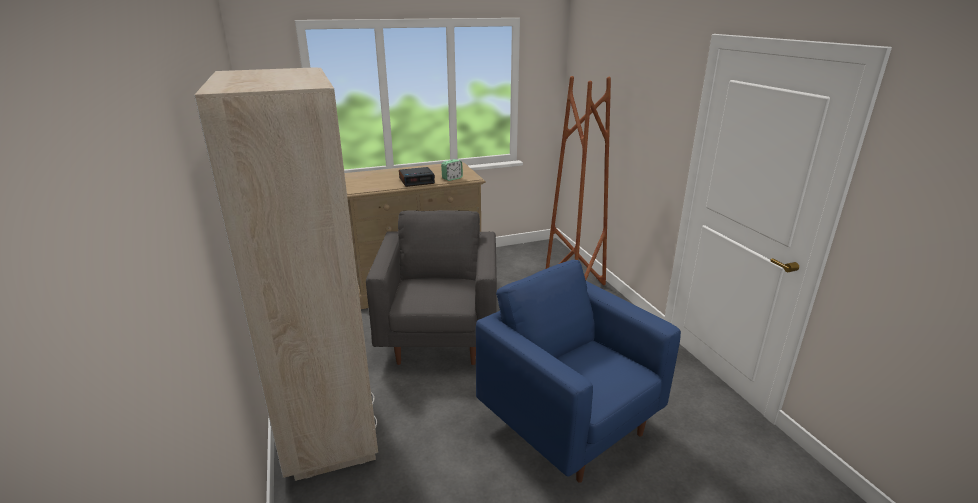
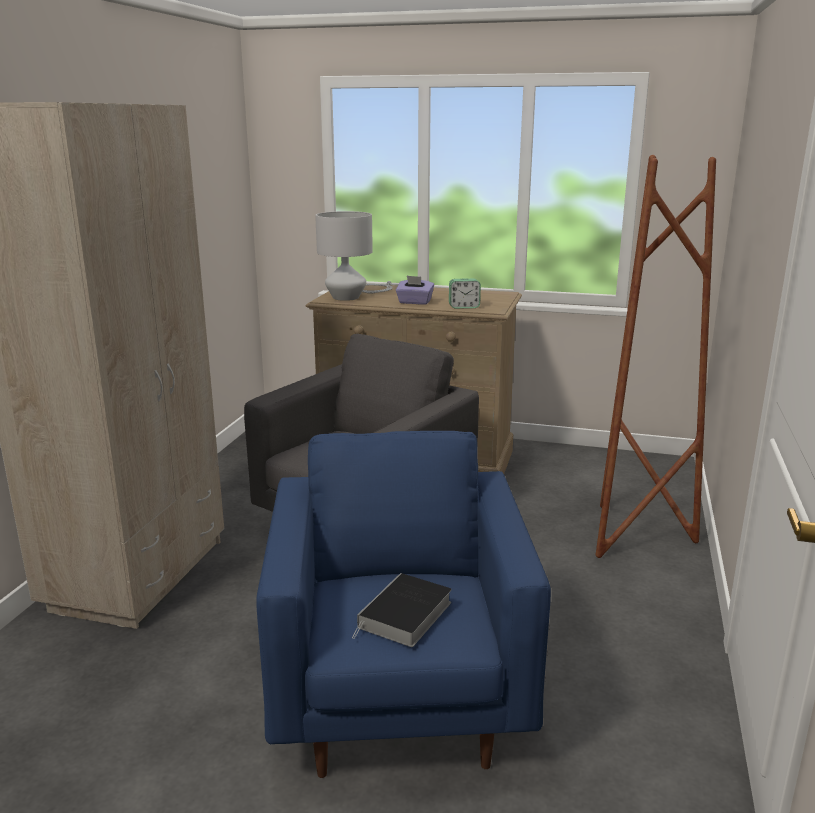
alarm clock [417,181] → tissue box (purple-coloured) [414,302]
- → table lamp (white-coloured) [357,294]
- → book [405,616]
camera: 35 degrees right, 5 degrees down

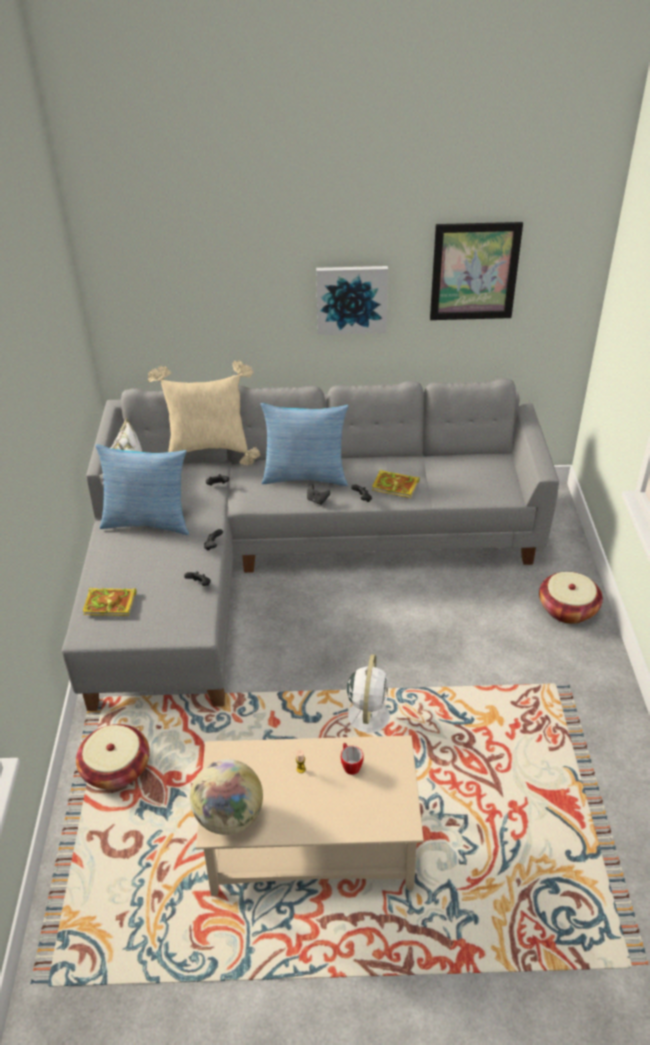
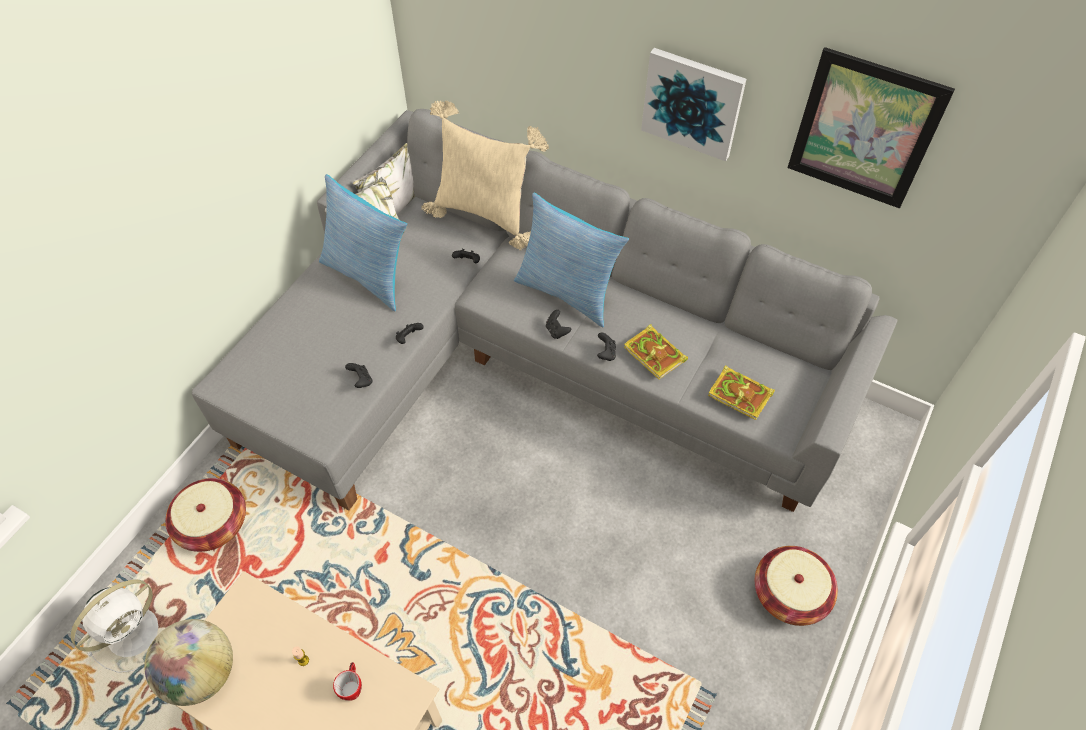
book [111,603] → book [741,395], move
electric fan (white-coloured) [369,714] → electric fan (white-coloured) [135,630], move
camera: 30 degrees right, 15 degrees up

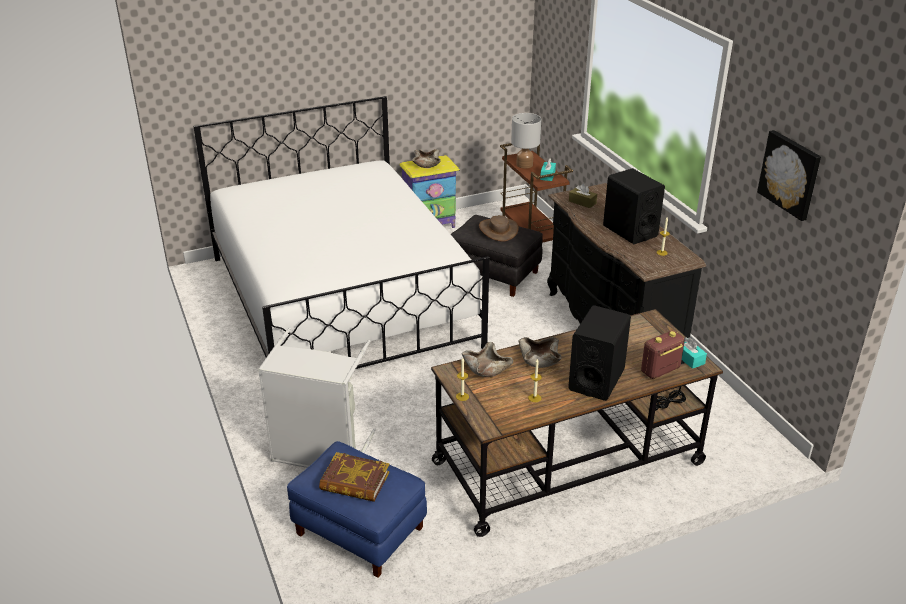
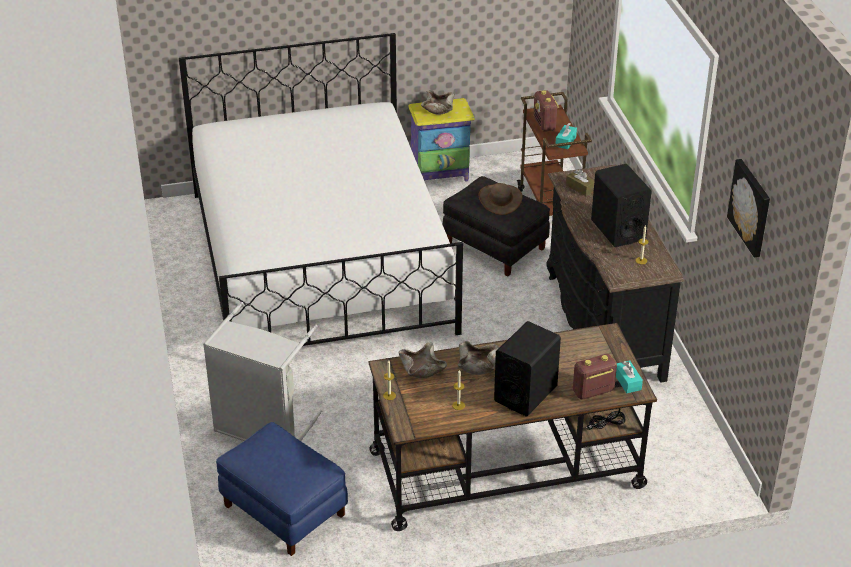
table lamp (greyish) [524,165] → radio [544,124]
book [354,482] → -
camera: 10 degrees right, 5 degrees up

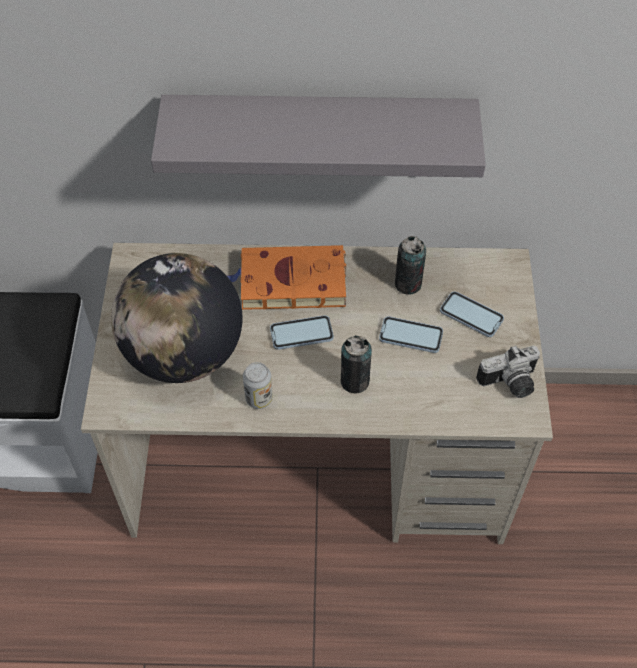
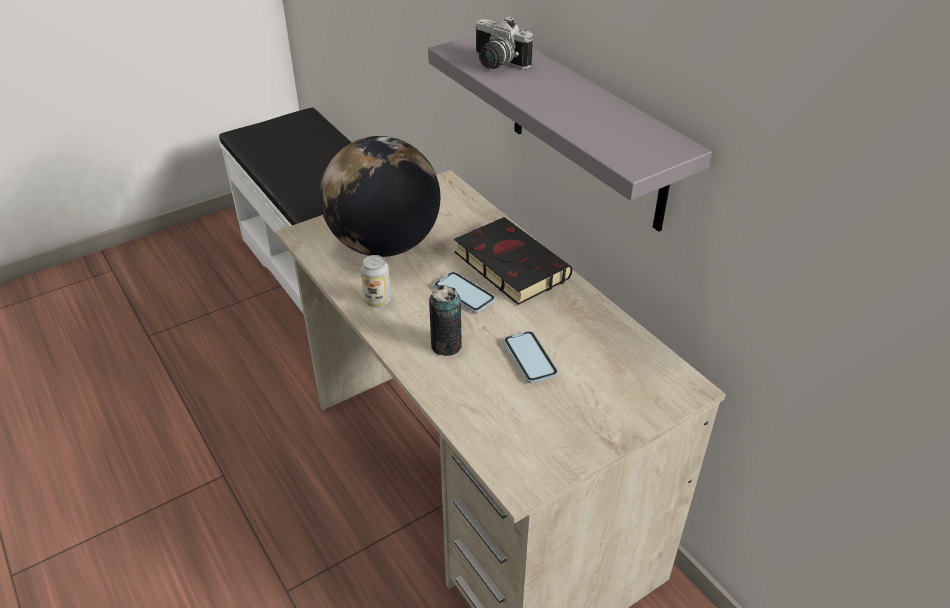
sealed can [408,284] → -
book (orange) [289,282] → book (blackish) [508,264]
handset [471,315] → -
still camera [510,384] → still camera [495,63], move
camera: 55 degrees right, 15 degrees down

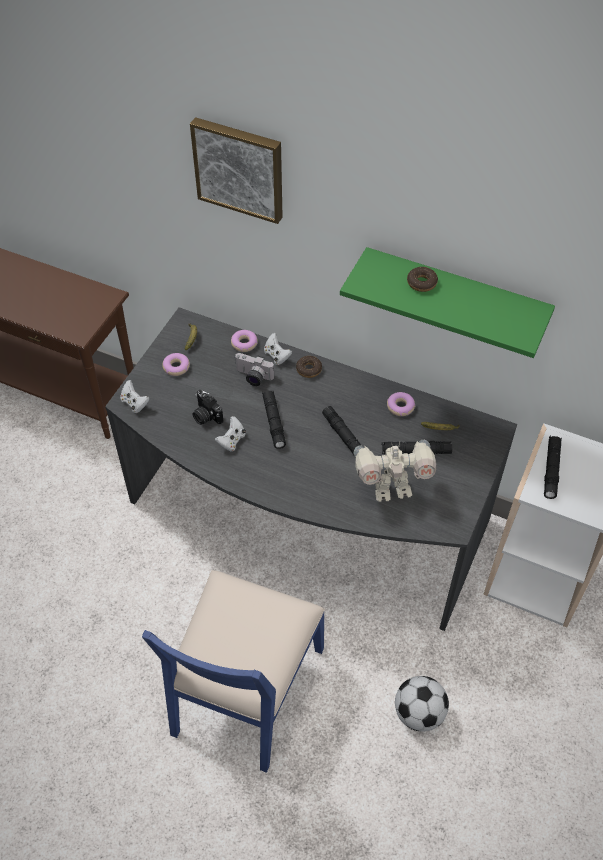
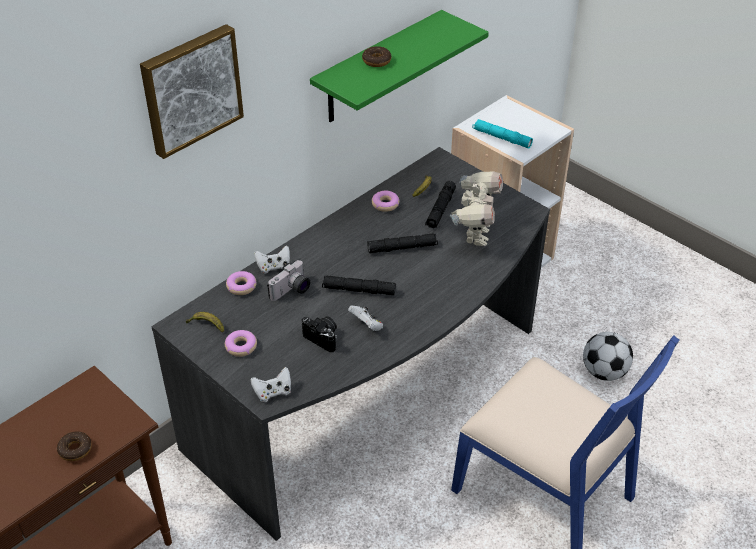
donut [309,369] → donut [75,449], move
still camera [206,416] → still camera [323,338], 120 degrees counterclockwise
hand torch (blackish) [551,469] → hand torch (turquoise) [501,138]
camera: 70 degrees left, 10 degrees down

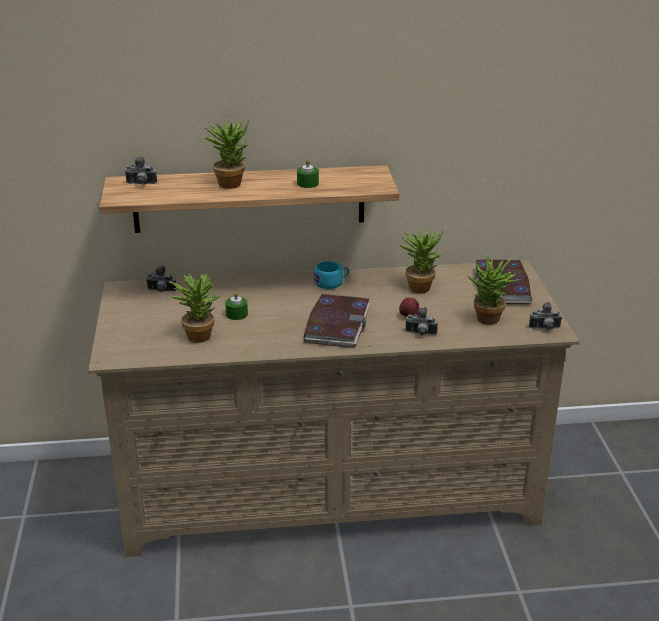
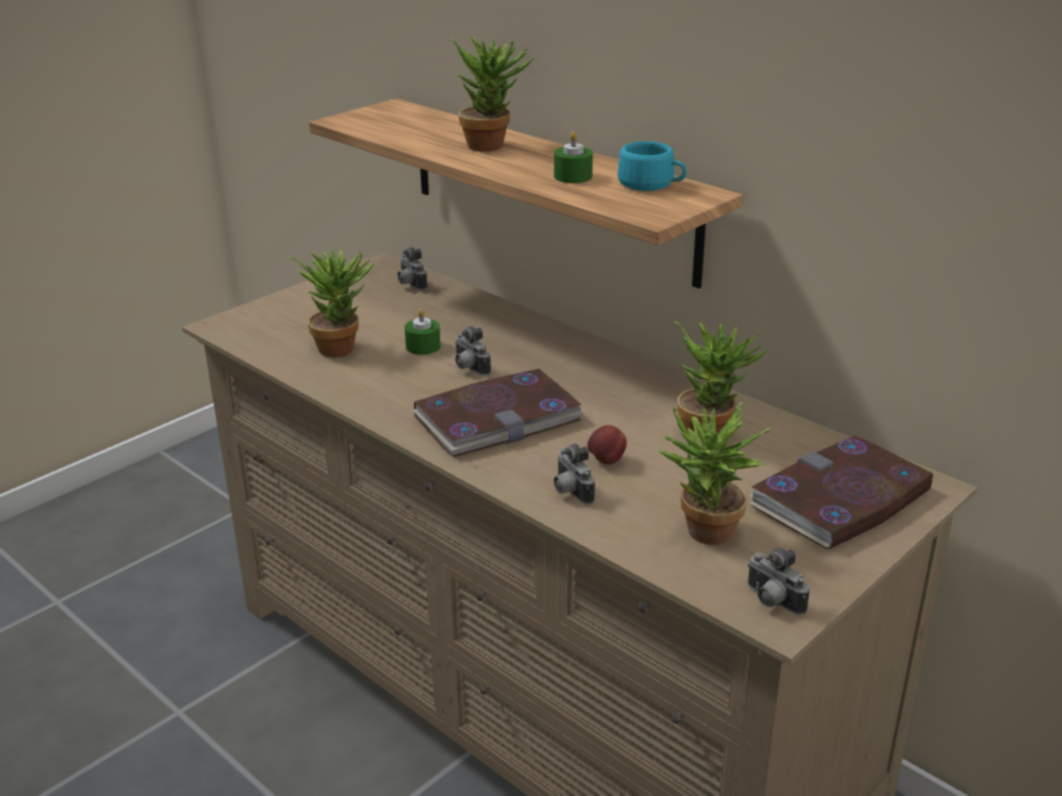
still camera [141,184] → still camera [469,368], move
small cup (turquoise) [331,283] → small cup (turquoise) [652,185], move
camera: 50 degrees right, 0 degrees up

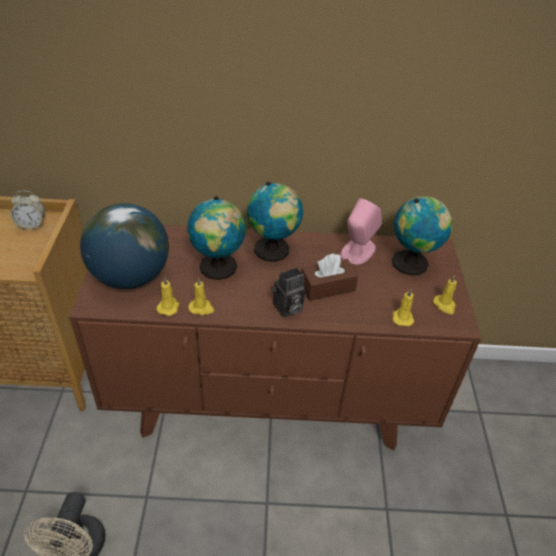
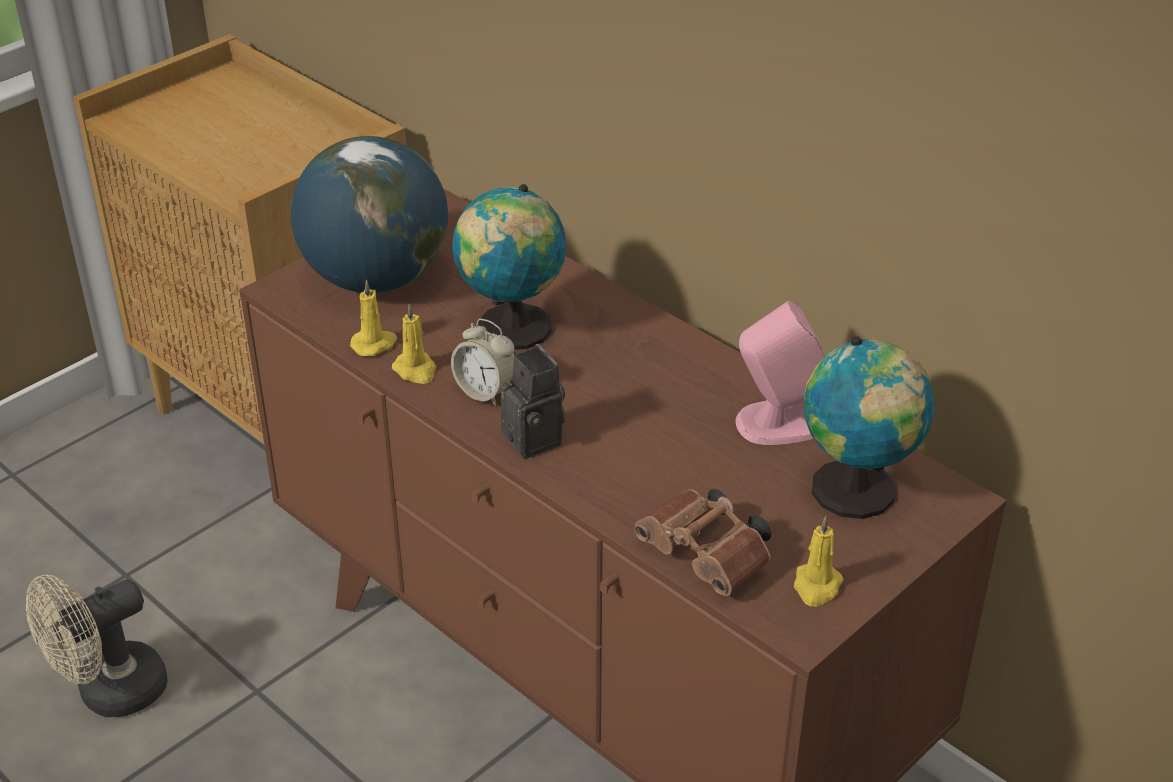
world globe [273,251] → -
alarm clock [32,225] → alarm clock [486,392], move
tissue box (brown-coloured) [327,287] → -
still camera [287,309] → still camera [537,440], 135 degrees counterclockwise
candle (yellow) [402,317] → field glasses (brown-coloured) [708,558]
camera: 45 degrees right, 5 degrees down

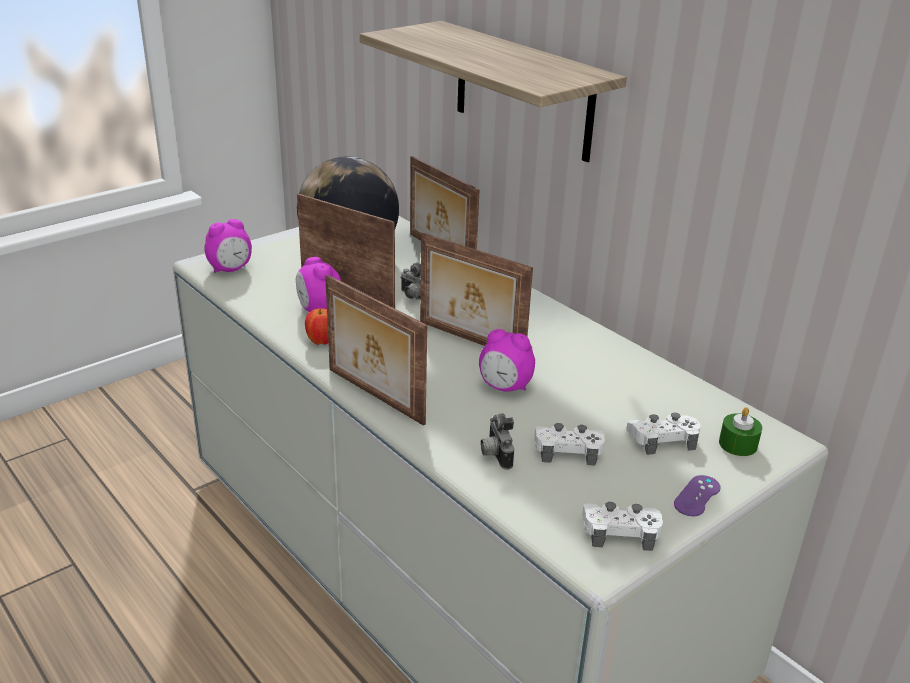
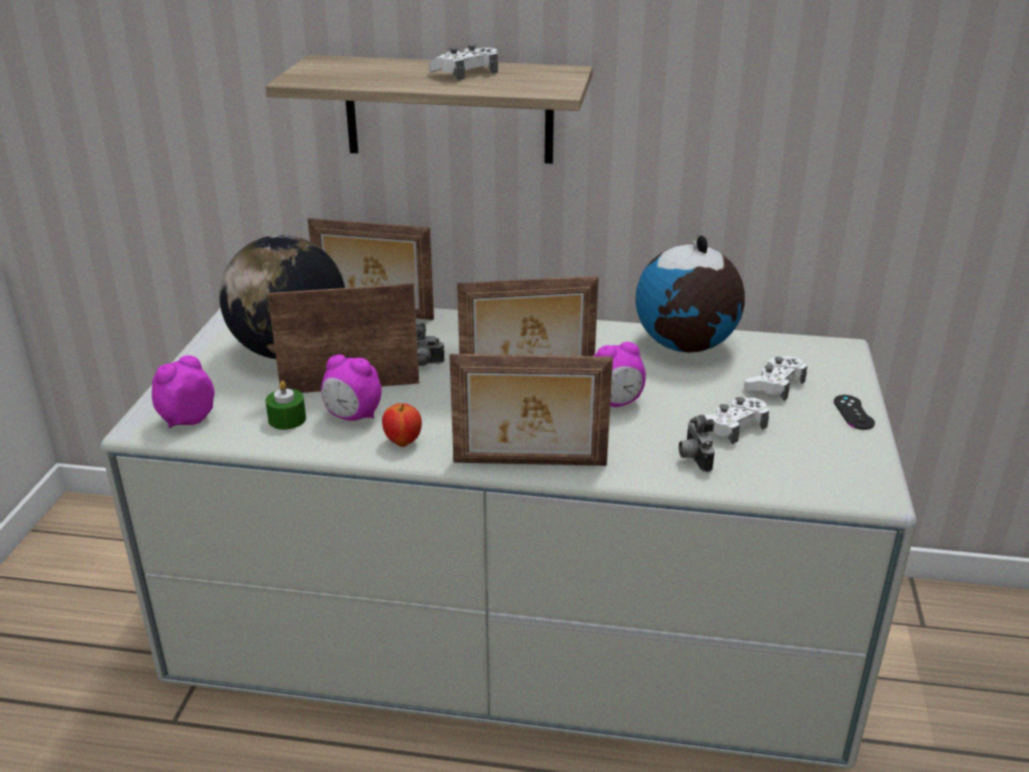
alarm clock [230,269] → alarm clock [187,419], 150 degrees counterclockwise
candle (green) [738,444] → candle (green) [287,419], move
still camera [495,455] → still camera [693,458], 45 degrees clockwise
gamepad (purple-coloured) [697,496] → gamepad (blackish) [853,412]
gamepad (white-coloured) [620,531] → gamepad (white-coloured) [465,72], move
- → world globe [685,346]
camera: 40 degrees left, 0 degrees up

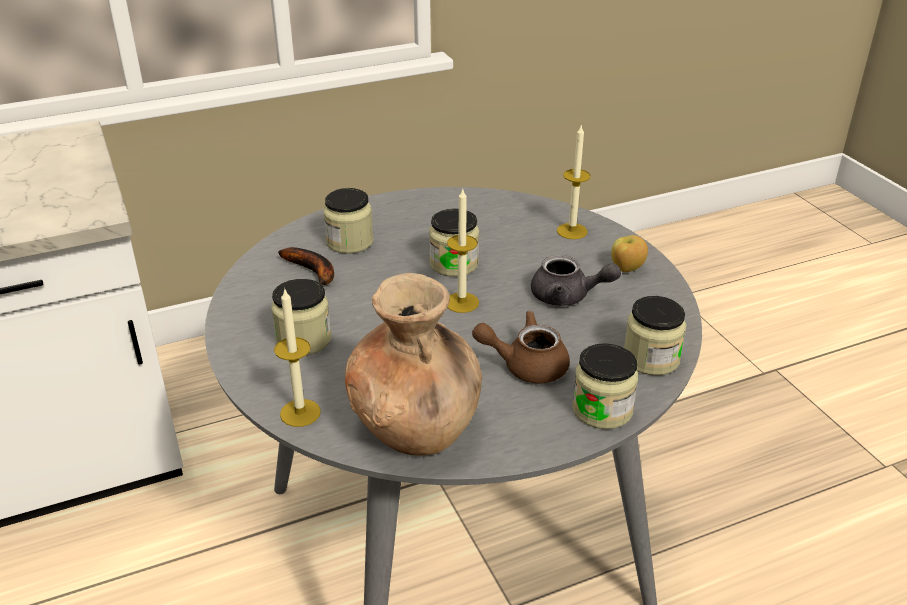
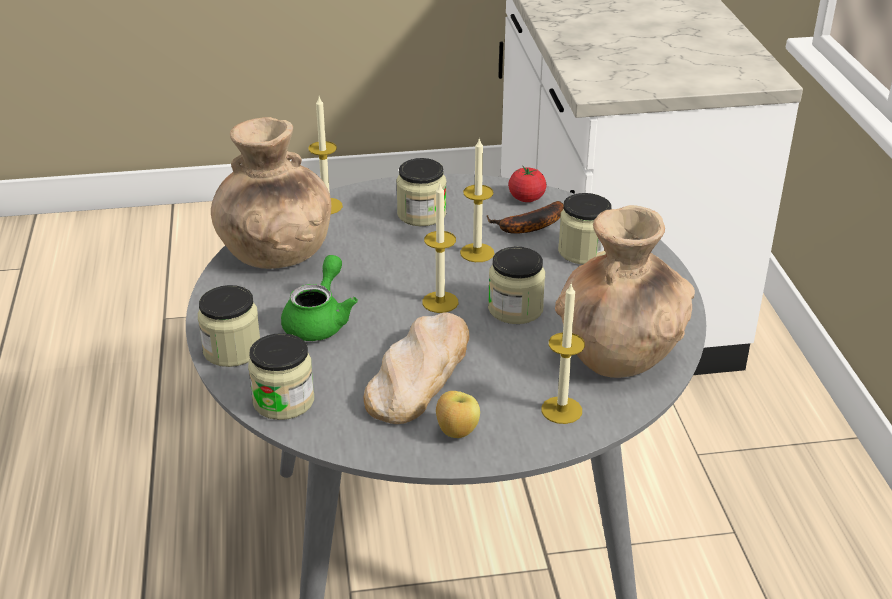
pot for tea (greyish) [568,296] → bakery bread [419,372]
pot for tea (brown-coloured) [525,365] → pot for tea (green) [319,320]
- → candle [477,253]
- → fresh tomato [526,198]
- → vase (brown-coloured) [618,355]
camera: 105 degrees right, 0 degrees up

